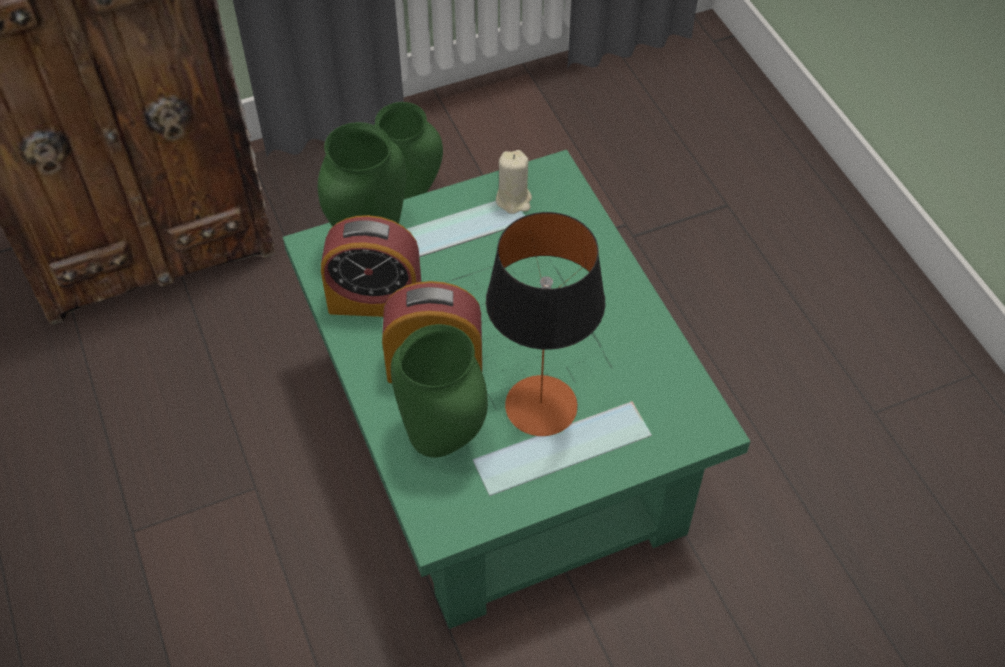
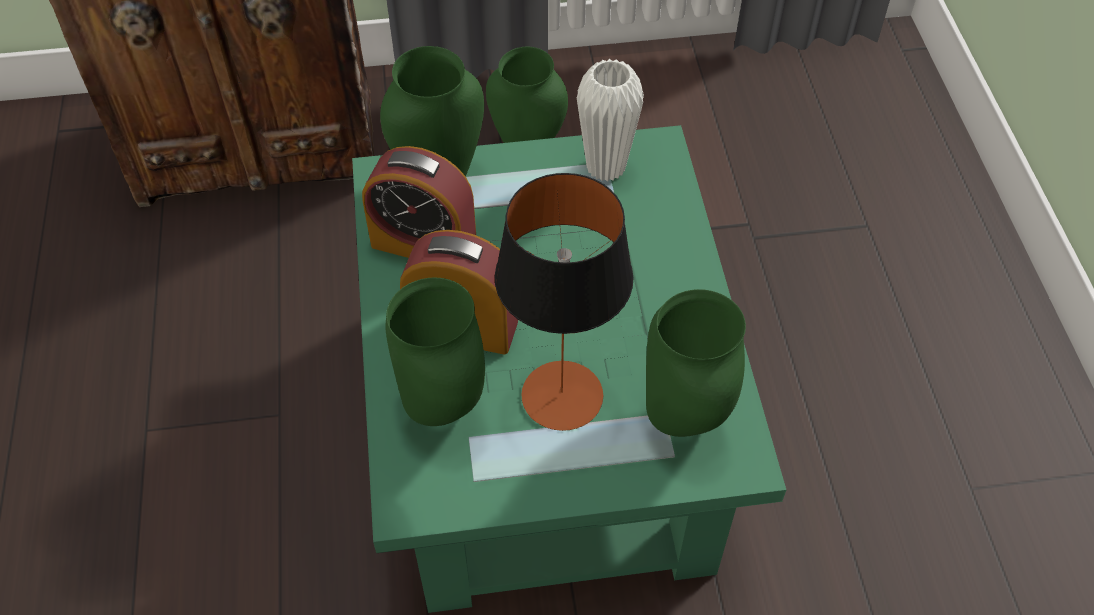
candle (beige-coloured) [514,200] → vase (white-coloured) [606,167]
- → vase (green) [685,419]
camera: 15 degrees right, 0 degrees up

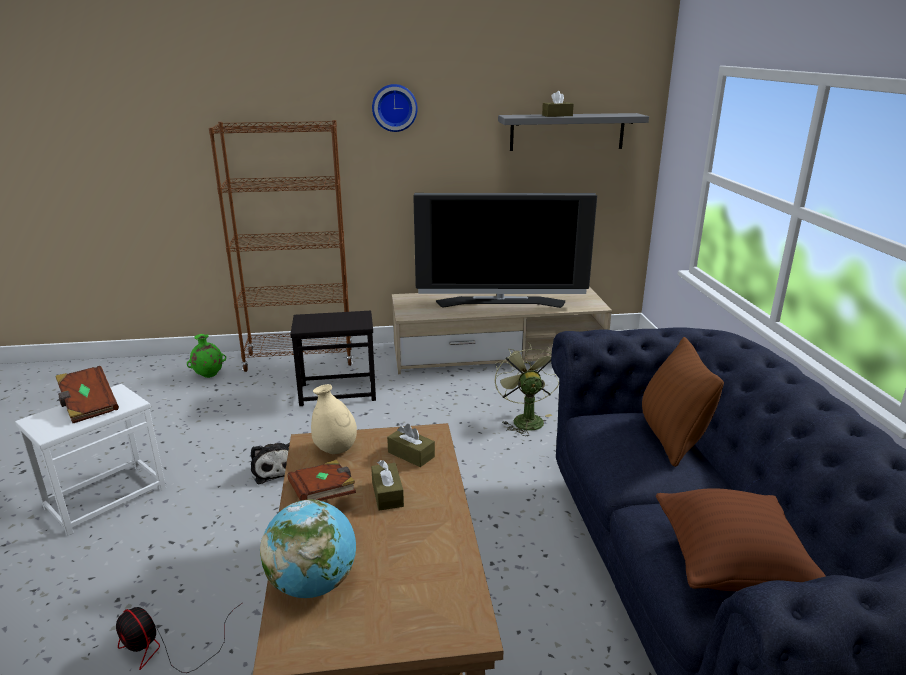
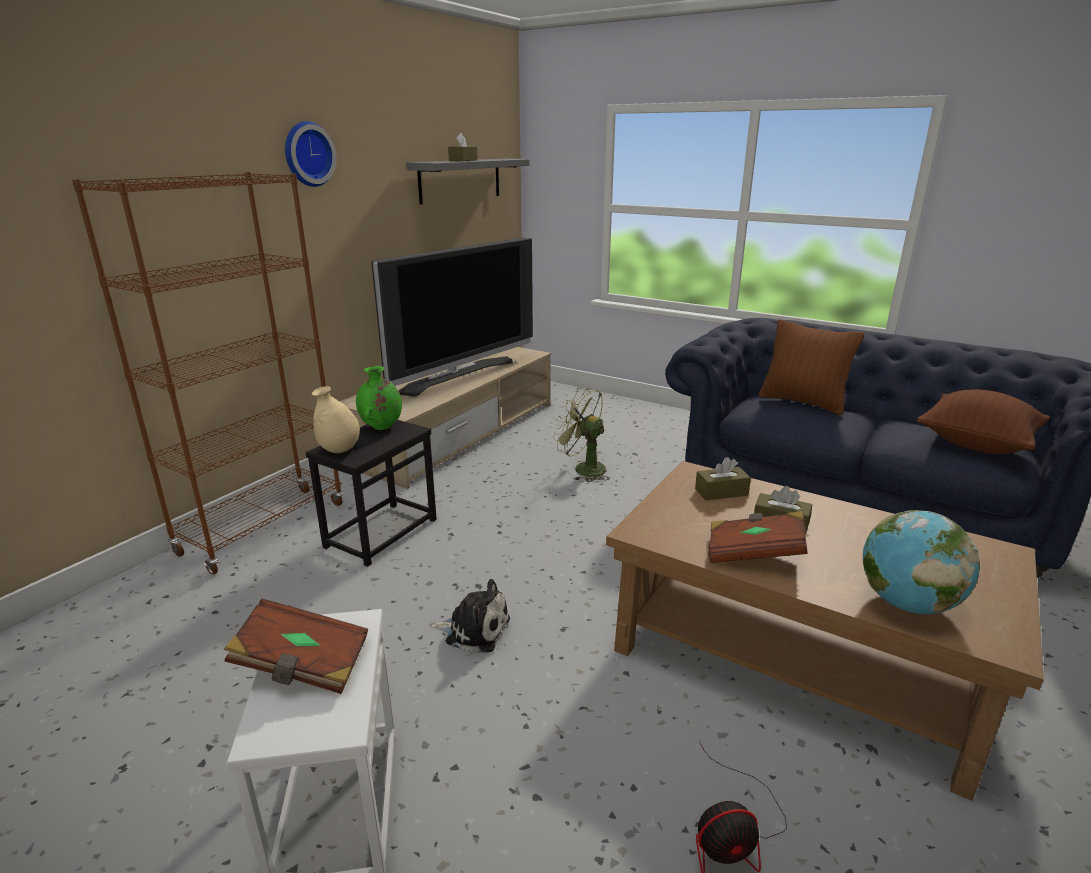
vase (green) [209,375] → vase (green) [381,427], move
vase (beige-coloured) [335,450] → vase (beige-coloured) [339,450], move
camera: 50 degrees left, 0 degrees up

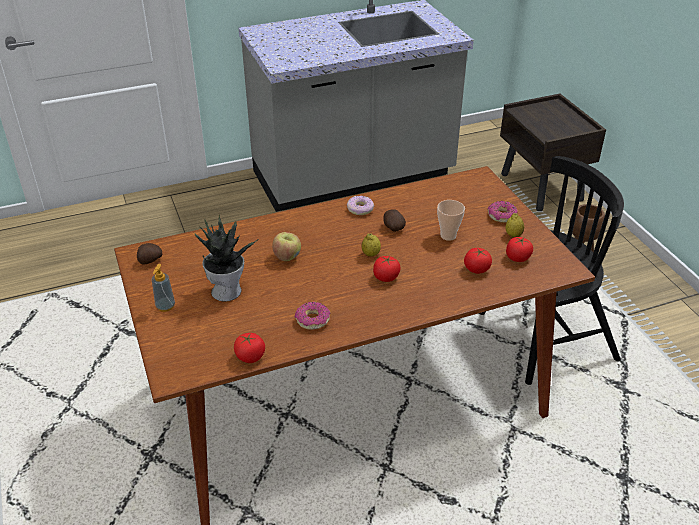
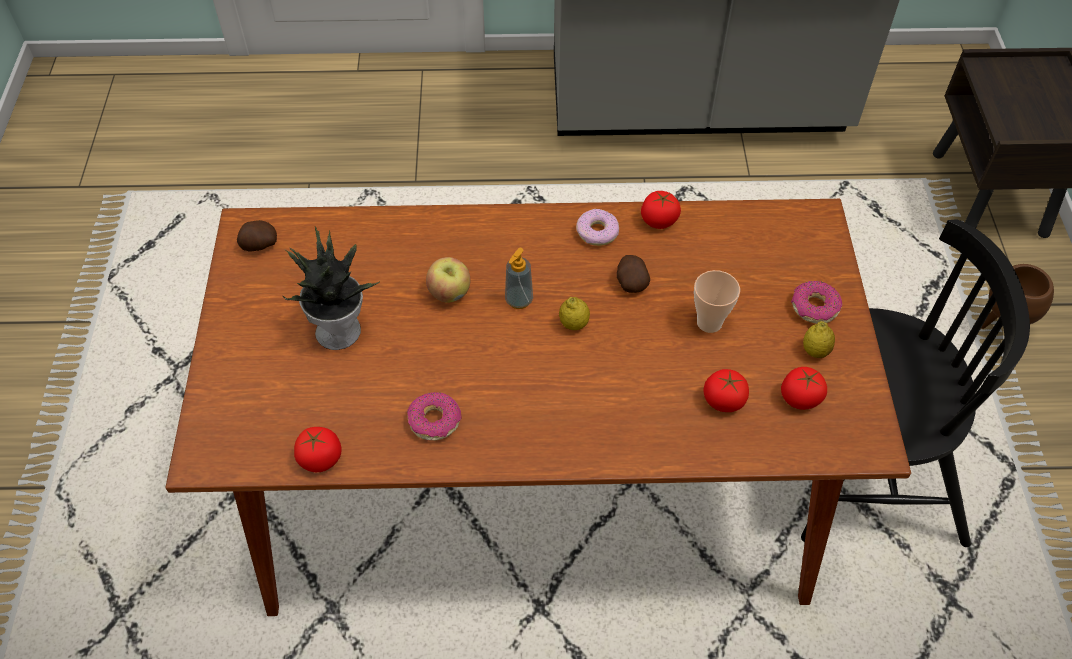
fresh tomato [386,277] → fresh tomato [659,220], move
liquid soap bottle [165,306] → liquid soap bottle [519,300], move
camera: 20 degrees right, 15 degrees up

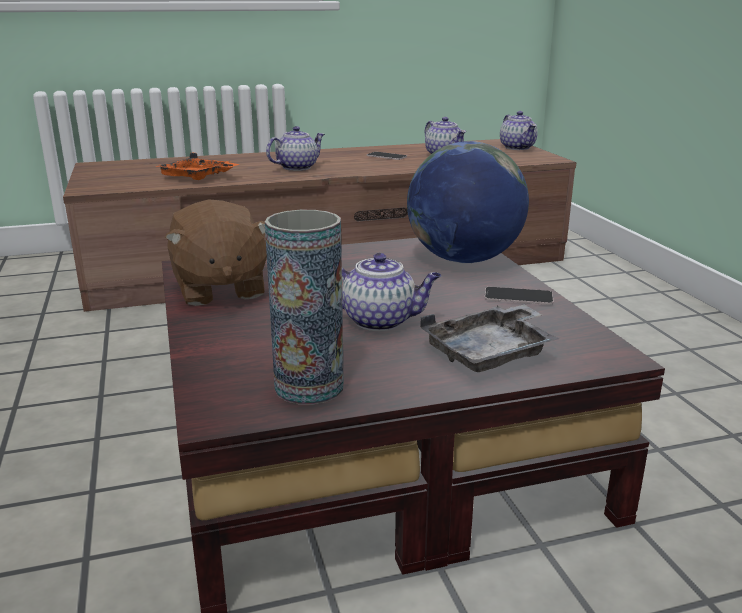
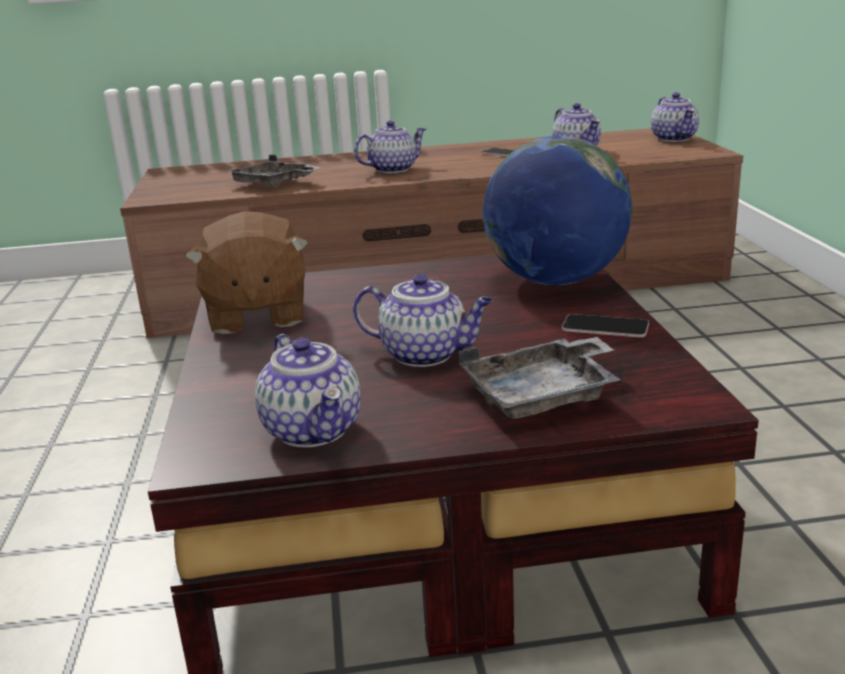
serving tray (orange) [197,177] → serving tray (greyish) [274,183]
vase [309,387] → pot for tea [314,430]
camera: 10 degrees right, 0 degrees up

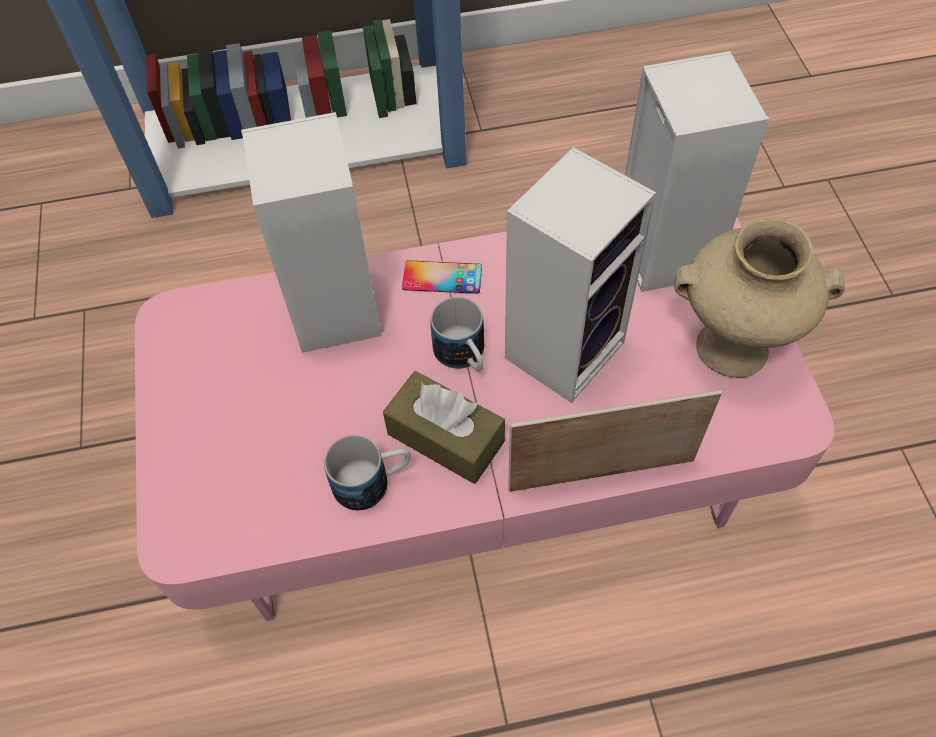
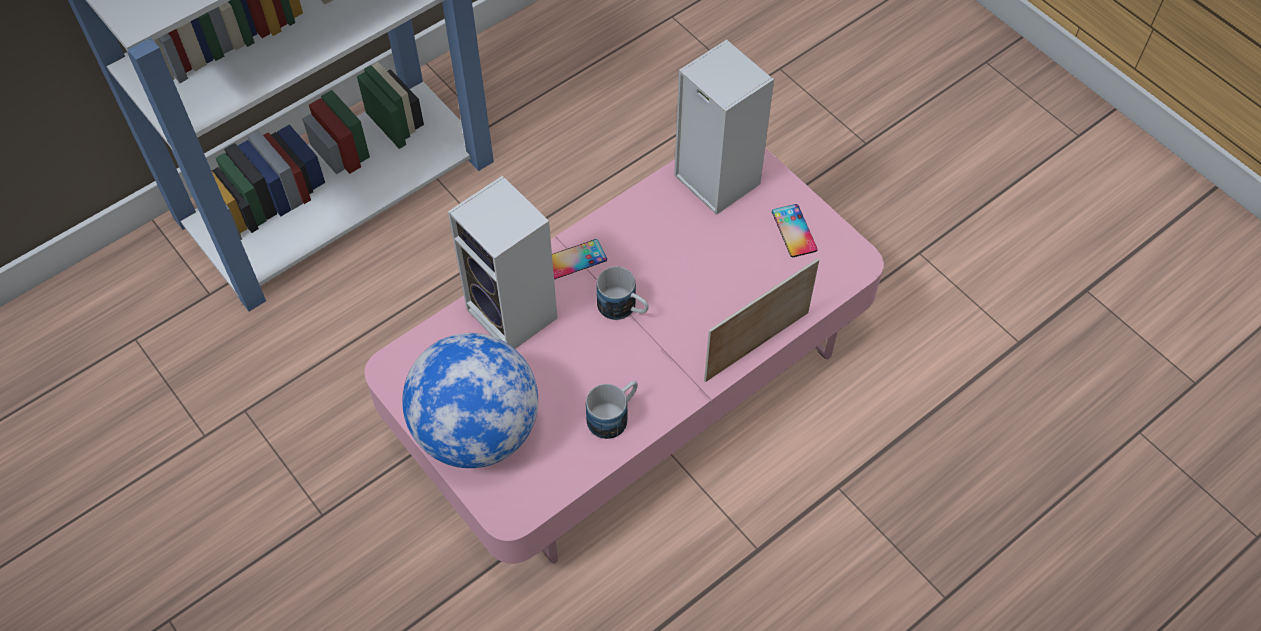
loudspeaker [565,346] → -
vase (beige-coloured) [730,349] → handset [794,231]
tissue box (brown-coloured) [445,437] → -
- → world globe [477,431]
camera: 30 degrees left, 0 degrees up

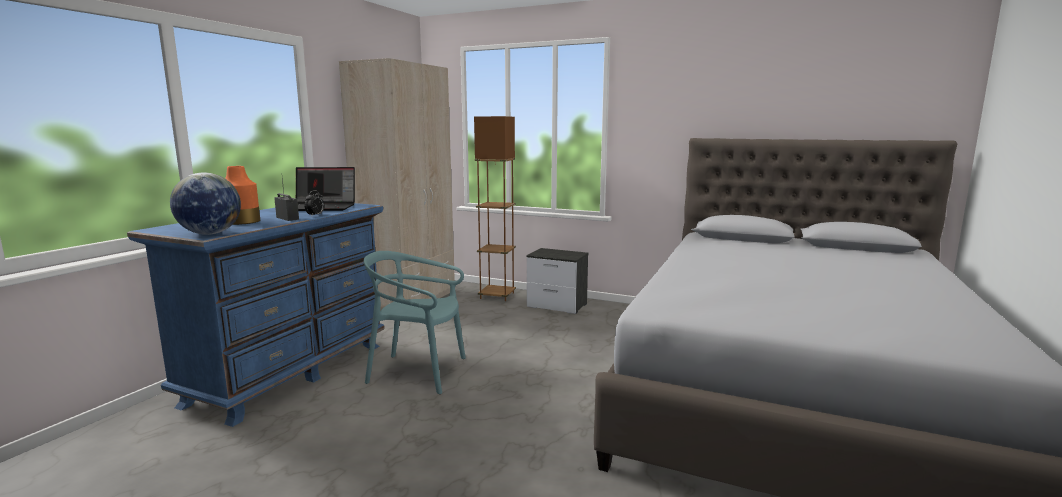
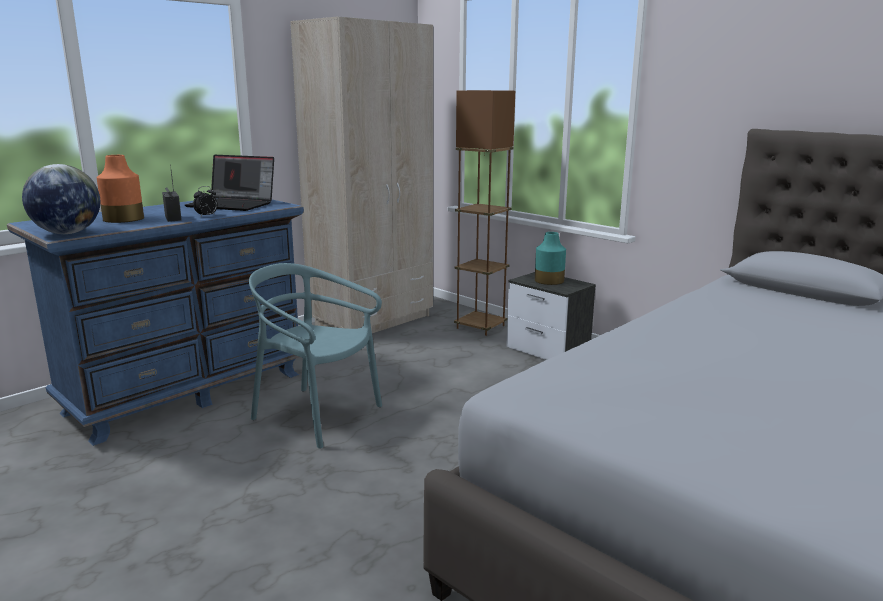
- → vase (turquoise) [549,280]
camera: 20 degrees right, 5 degrees up

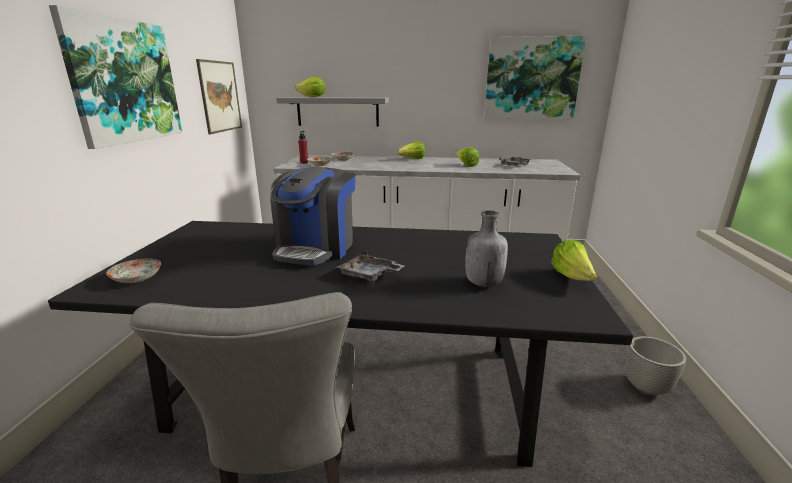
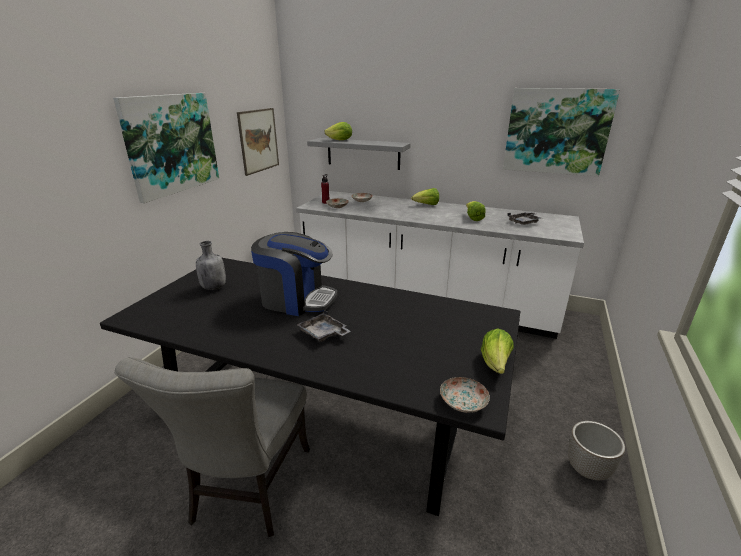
coffee brewer [316,248] → coffee brewer [297,299], 105 degrees counterclockwise
drink bottle (greyish) [483,283] → drink bottle (greyish) [214,287], move
plate [138,278] → plate [464,402], move
camera: 15 degrees right, 5 degrees up

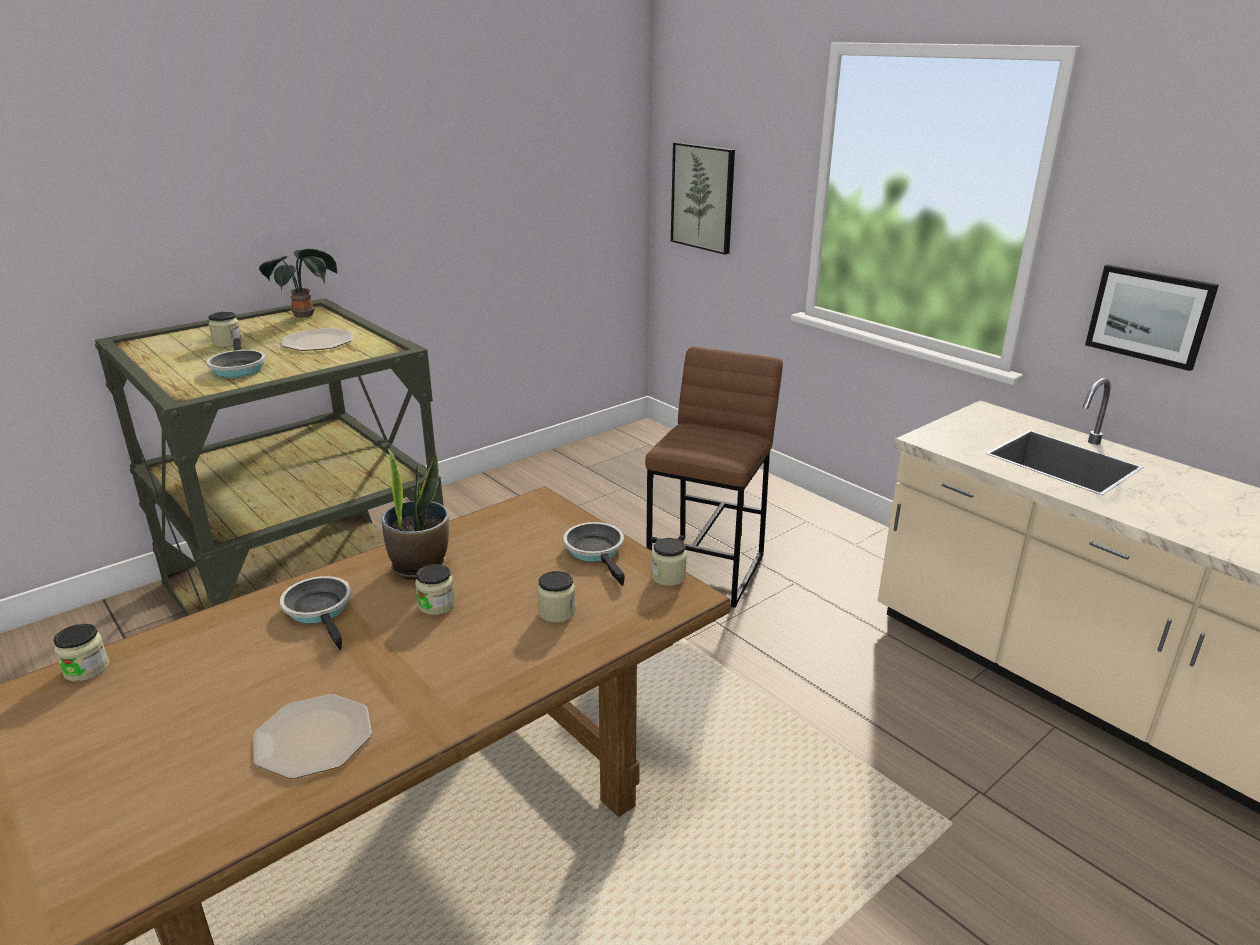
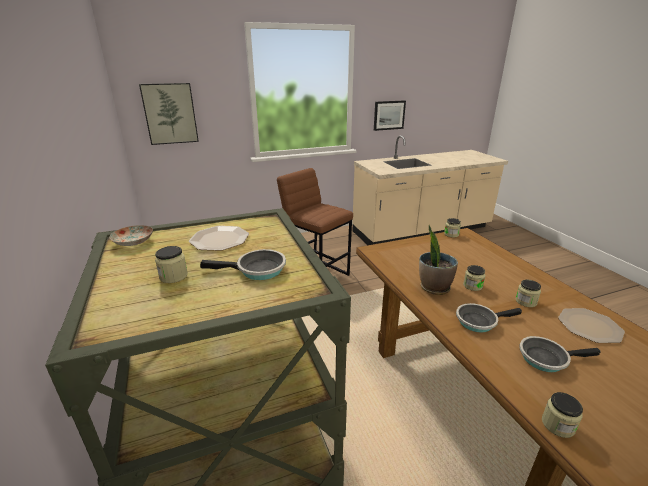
potted plant [306,315] → plate [134,242]
frying pan [596,552] → frying pan [546,358], move
jar [557,612] → jar [526,301], move
camera: 70 degrees left, 0 degrees up

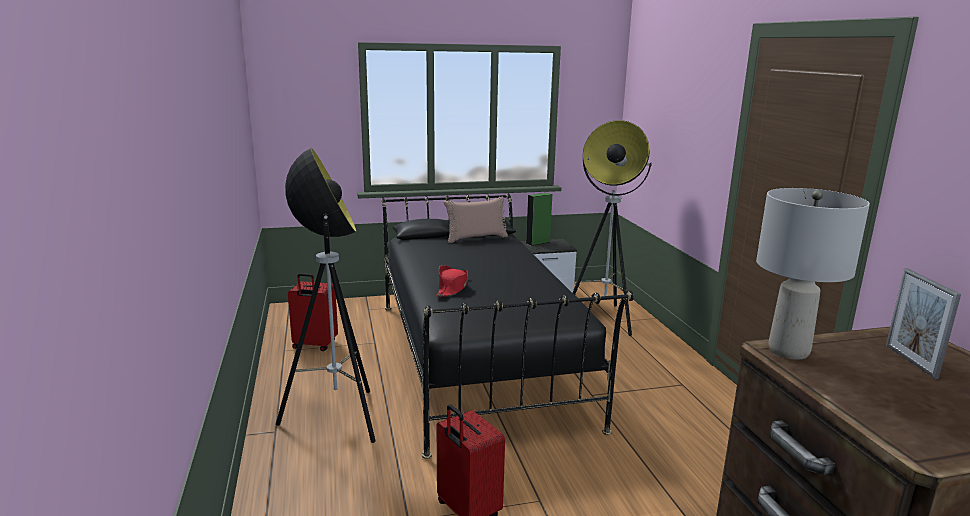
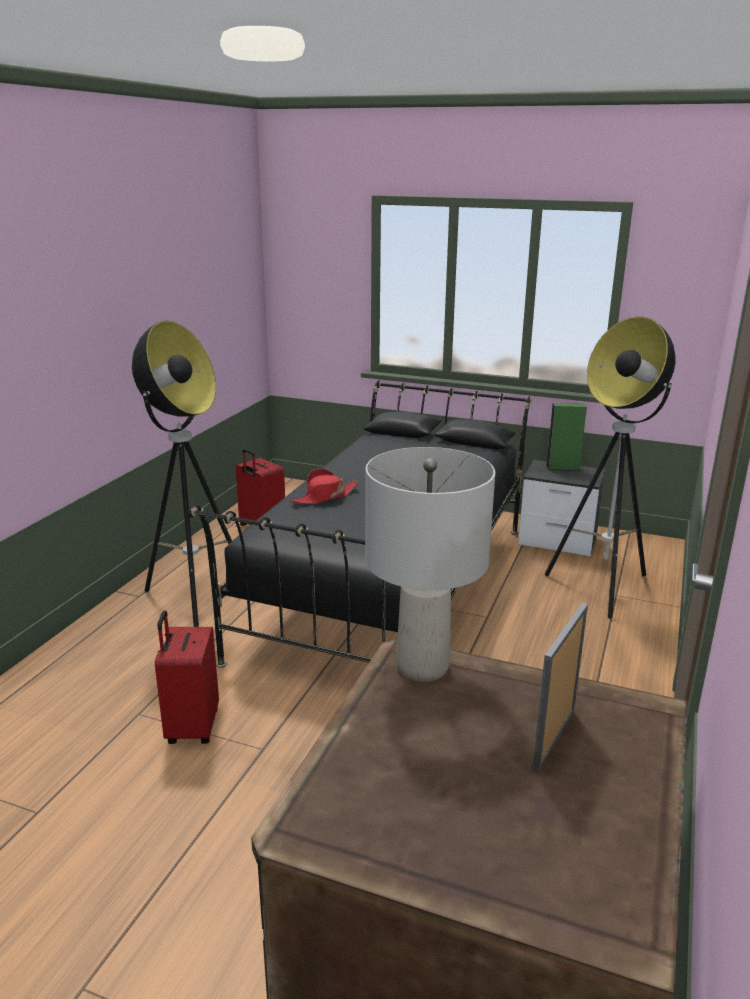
pillow (beige-coloured) [476,238] → -
camera: 35 degrees right, 5 degrees up

